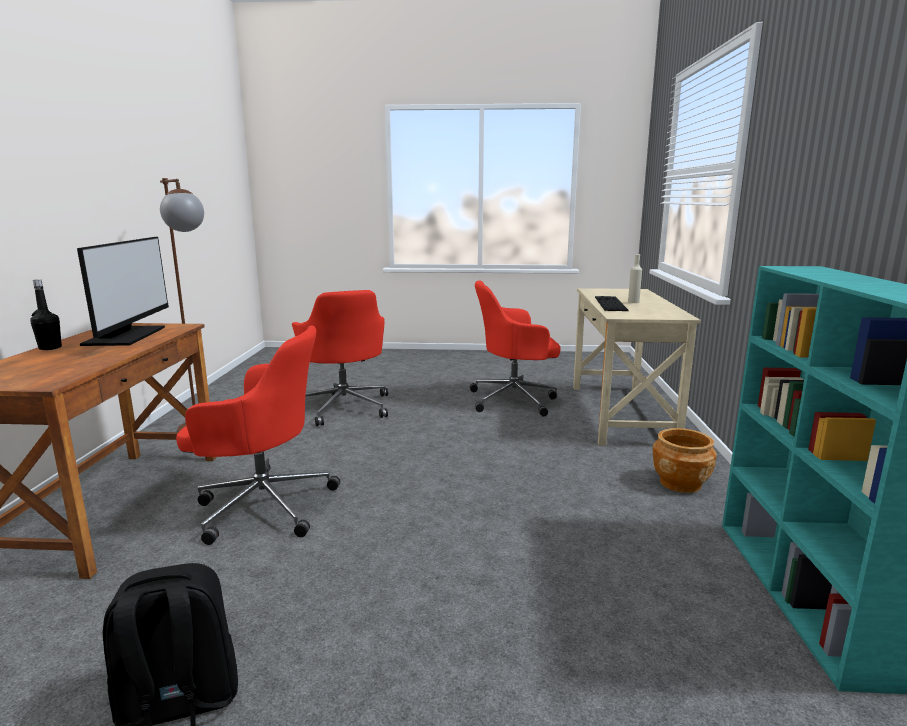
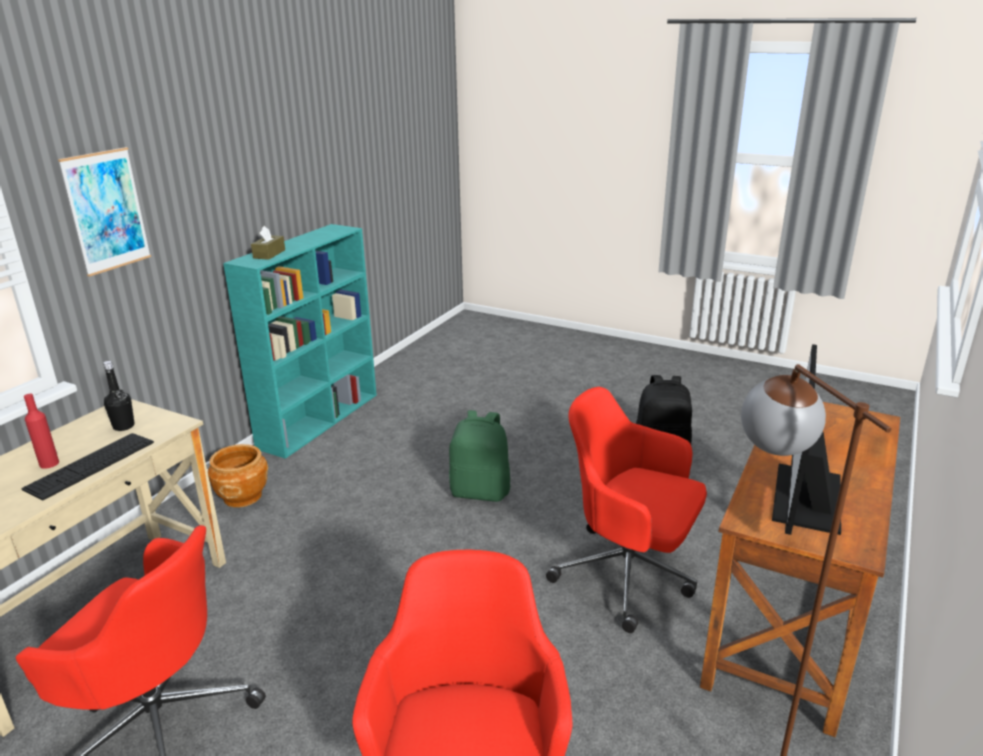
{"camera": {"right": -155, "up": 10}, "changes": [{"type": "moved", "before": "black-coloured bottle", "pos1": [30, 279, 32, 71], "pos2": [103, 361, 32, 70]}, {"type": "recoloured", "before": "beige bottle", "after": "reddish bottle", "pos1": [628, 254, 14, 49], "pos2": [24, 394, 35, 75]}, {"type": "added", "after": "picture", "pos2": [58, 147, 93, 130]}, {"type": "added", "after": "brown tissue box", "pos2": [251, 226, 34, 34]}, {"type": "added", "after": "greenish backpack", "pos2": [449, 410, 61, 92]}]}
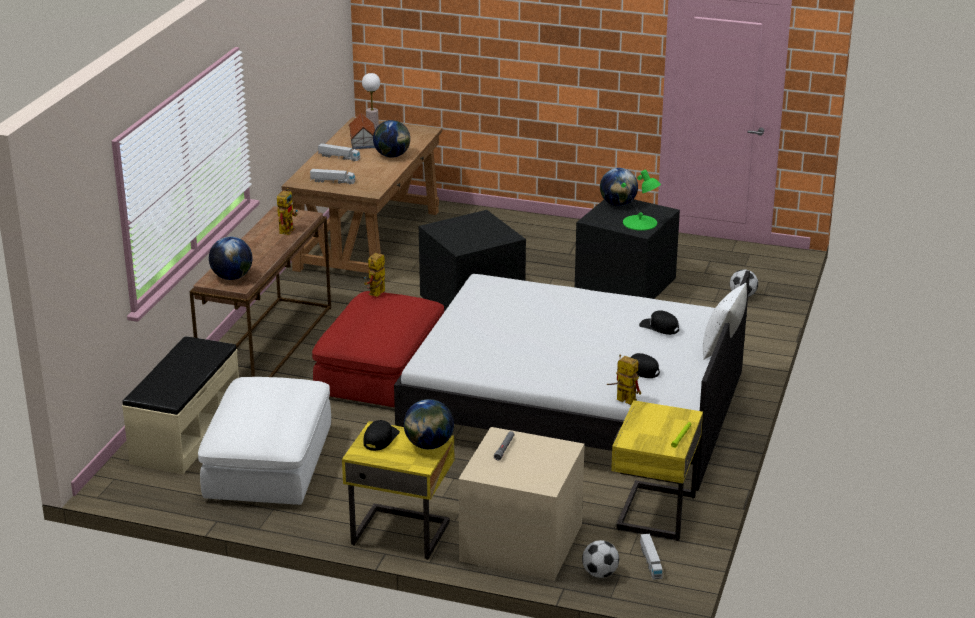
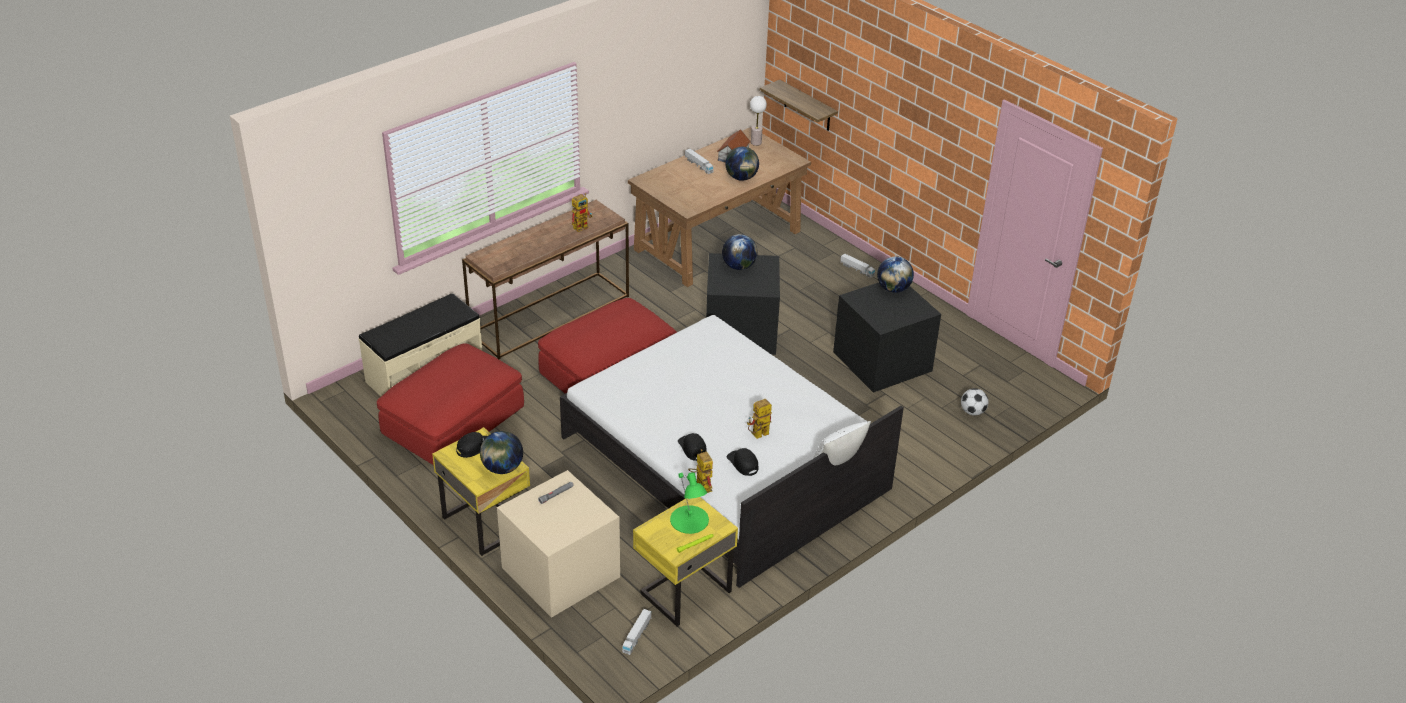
{"camera": {"right": 30, "up": 10}, "changes": [{"type": "recoloured", "before": "white ottoman", "after": "reddish ottoman", "pos1": [198, 377, 133, 128], "pos2": [377, 343, 147, 122]}, {"type": "moved", "before": "world globe", "pos1": [209, 237, 44, 43], "pos2": [722, 234, 36, 36]}, {"type": "moved", "before": "model truck", "pos1": [310, 169, 45, 15], "pos2": [840, 253, 35, 25]}, {"type": "moved", "before": "toy robot", "pos1": [364, 253, 21, 44], "pos2": [747, 399, 25, 40]}, {"type": "removed", "before": "ball for football", "pos1": [582, 540, 37, 38]}, {"type": "moved", "before": "greenish table lamp", "pos1": [621, 170, 40, 61], "pos2": [670, 472, 39, 62]}, {"type": "moved", "before": "black-coloured cap", "pos1": [639, 310, 40, 25], "pos2": [678, 433, 29, 28]}, {"type": "added", "after": "wall shelf", "pos2": [760, 80, 78, 51]}]}
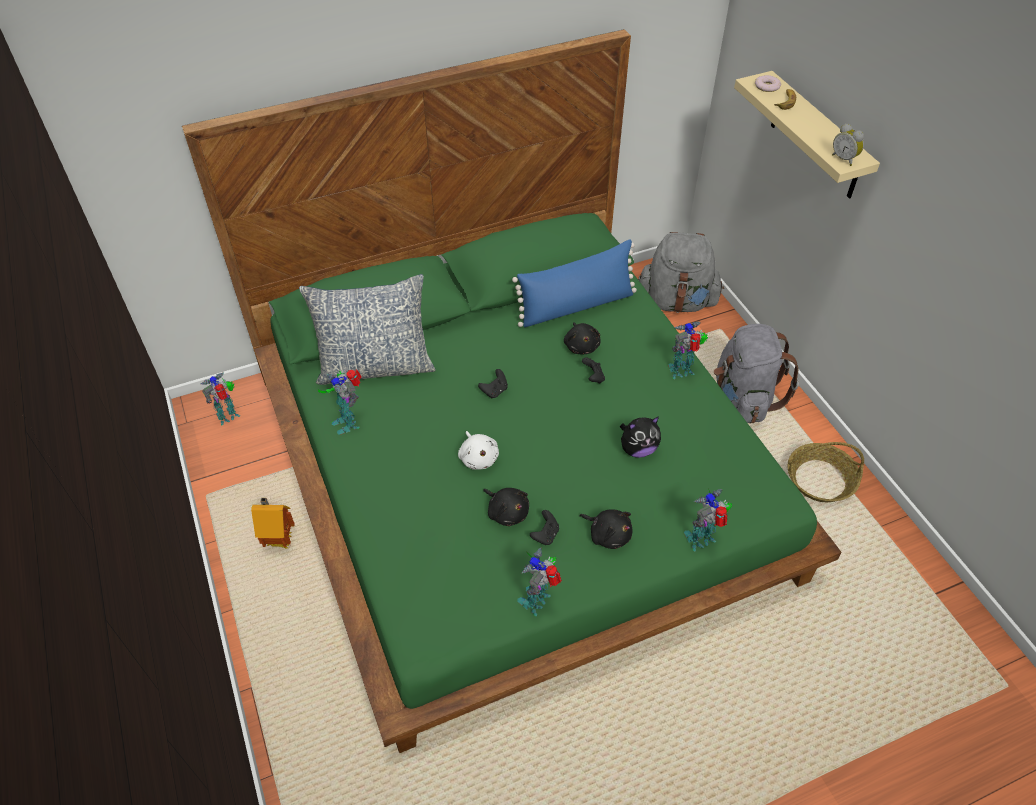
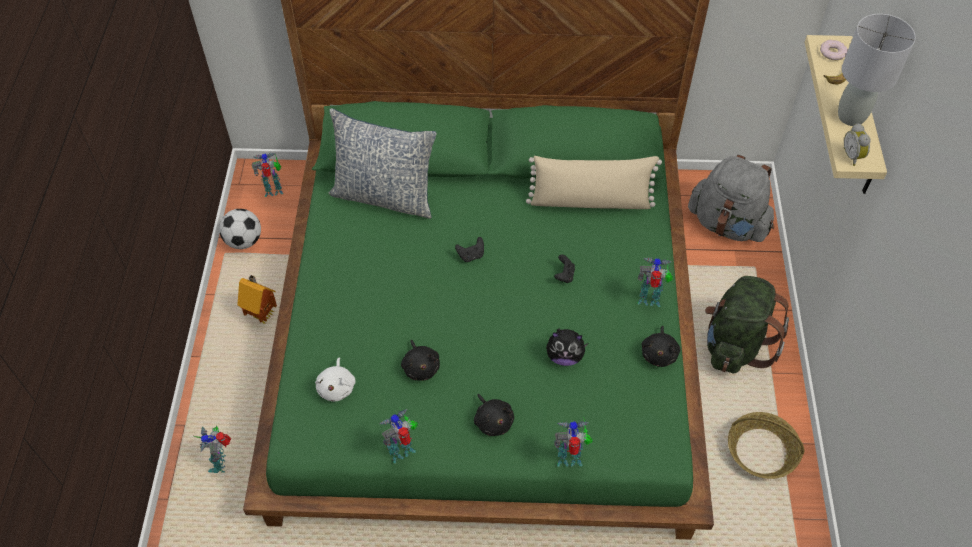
{"camera": {"right": 25, "up": 5}, "changes": [{"type": "moved", "before": "toy robot", "pos1": [318, 370, 44, 65], "pos2": [194, 426, 37, 47]}, {"type": "moved", "before": "white soft toy", "pos1": [458, 431, 41, 39], "pos2": [315, 358, 41, 44]}, {"type": "recoloured", "before": "bluish pillow", "after": "beige pillow", "pos1": [512, 240, 125, 87], "pos2": [526, 156, 136, 53]}, {"type": "removed", "before": "black-coloured gamepad", "pos1": [530, 510, 29, 35]}, {"type": "moved", "before": "black-coloured soft toy", "pos1": [564, 322, 36, 32], "pos2": [642, 326, 38, 41]}, {"type": "recoloured", "before": "gray backpack", "after": "greenish backpack", "pos1": [714, 324, 85, 100], "pos2": [705, 276, 84, 97]}, {"type": "added", "after": "ball for football", "pos2": [219, 209, 42, 40]}, {"type": "added", "after": "gray table lamp", "pos2": [838, 14, 78, 112]}]}
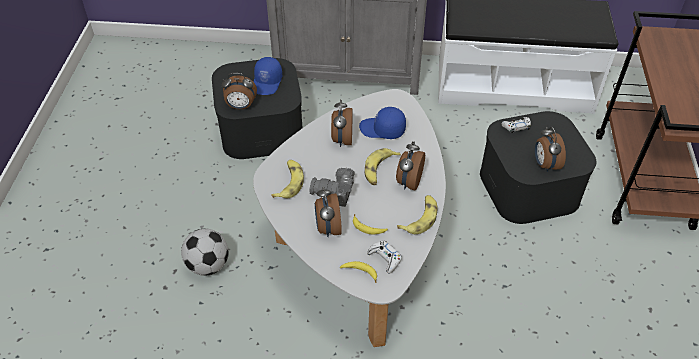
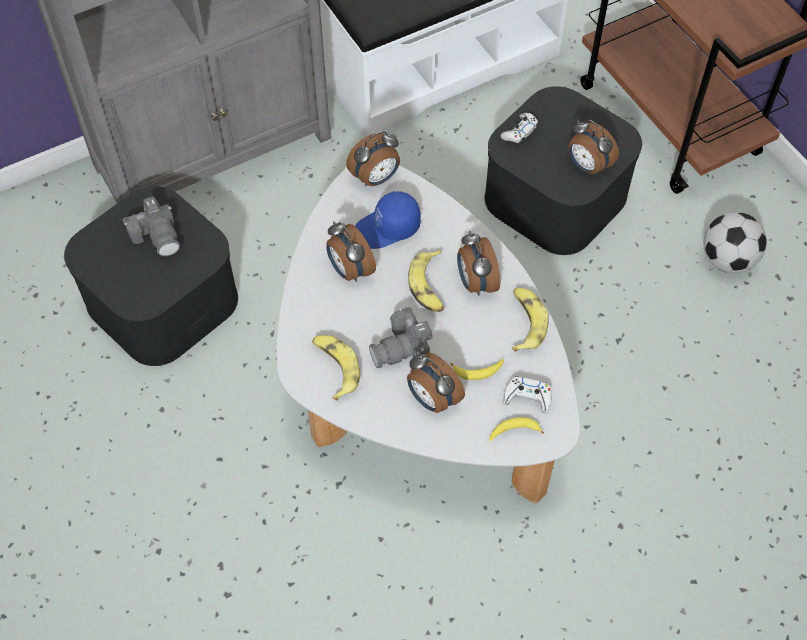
{"camera": {"right": -35, "up": 10}, "changes": [{"type": "moved", "before": "ball for football", "pos1": [181, 228, 48, 48], "pos2": [703, 212, 64, 61]}, {"type": "moved", "before": "table clock", "pos1": [222, 73, 35, 36], "pos2": [346, 131, 54, 55]}, {"type": "replaced", "before": "bluish cap", "after": "photo camera", "pos1": [254, 57, 28, 38], "pos2": [123, 196, 57, 60]}]}
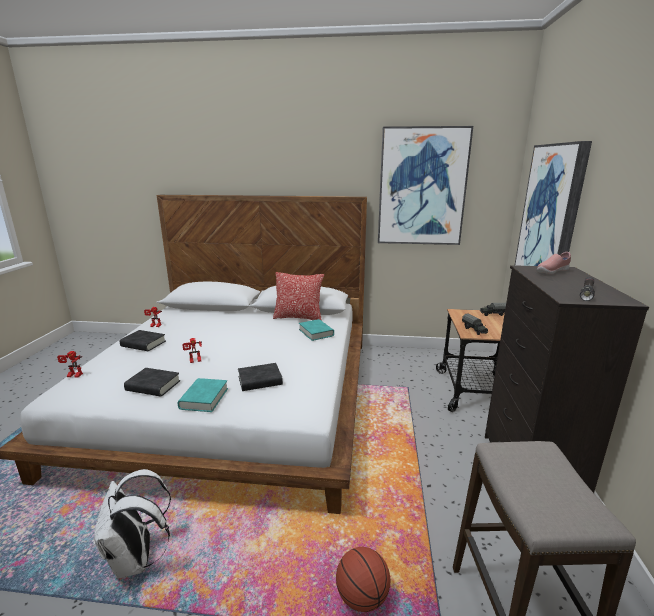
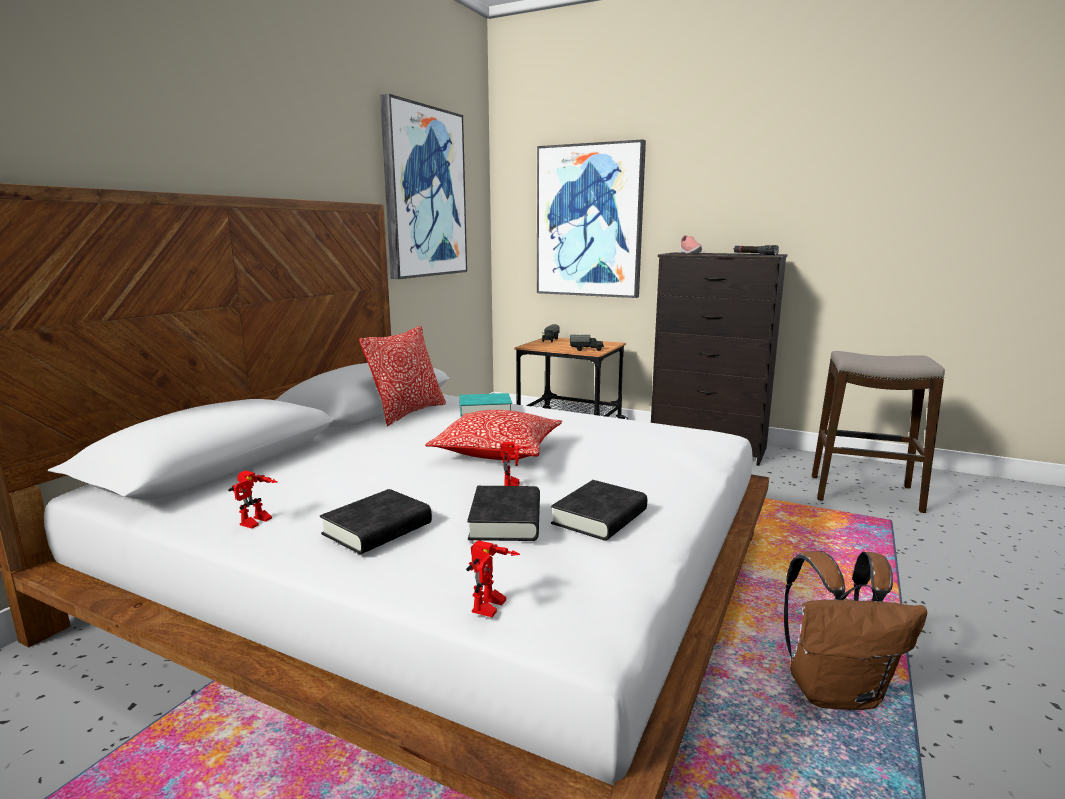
{"camera": {"right": -70, "up": -5}, "changes": [{"type": "recoloured", "before": "white backpack", "after": "brown backpack", "pos1": [94, 469, 77, 110], "pos2": [784, 551, 143, 159]}, {"type": "removed", "before": "blue-green volume", "pos1": [178, 378, 50, 34]}, {"type": "moved", "before": "black-coloured volume", "pos1": [238, 363, 45, 28], "pos2": [467, 486, 73, 55]}, {"type": "removed", "before": "basketball ball", "pos1": [336, 547, 54, 65]}, {"type": "added", "after": "pillow", "pos2": [425, 410, 137, 50]}]}
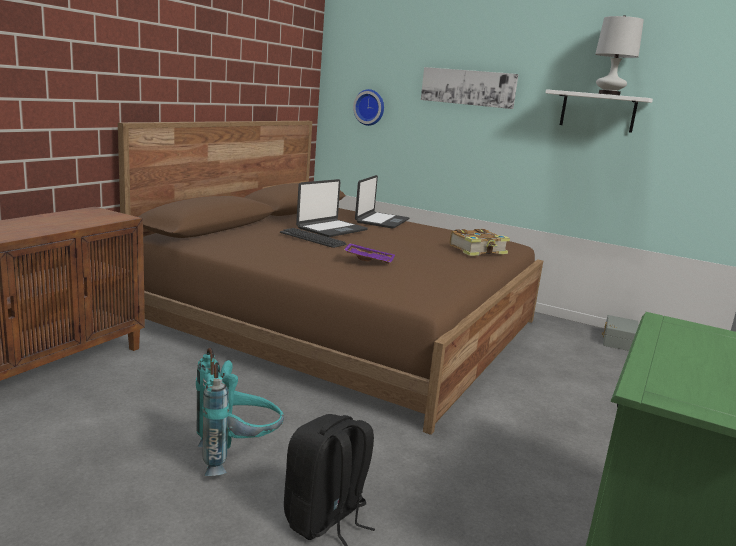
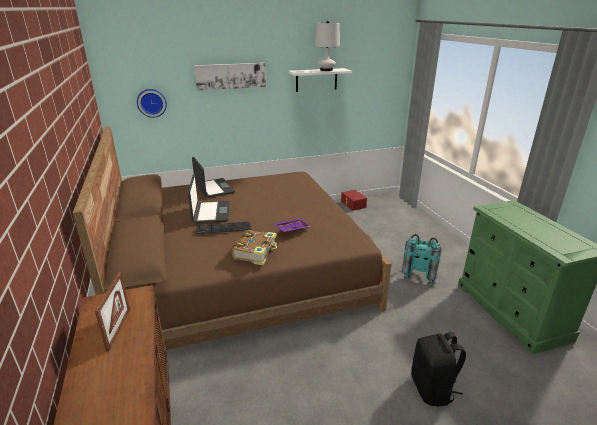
{"camera": {"right": -45, "up": 10}, "changes": [{"type": "moved", "before": "blue-green backpack", "pos1": [196, 348, 88, 128], "pos2": [402, 234, 39, 51]}, {"type": "moved", "before": "volume", "pos1": [450, 229, 60, 27], "pos2": [232, 230, 45, 35]}, {"type": "recoloured", "before": "gray storage bin", "after": "reddish storage bin", "pos1": [602, 315, 37, 36], "pos2": [341, 190, 26, 21]}, {"type": "added", "after": "picture frame", "pos2": [95, 272, 35, 79]}]}
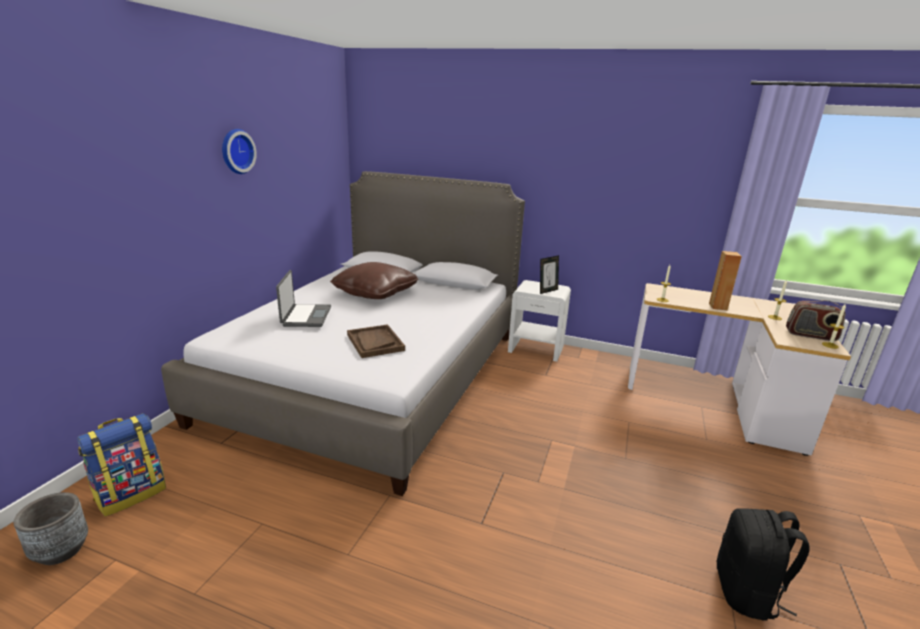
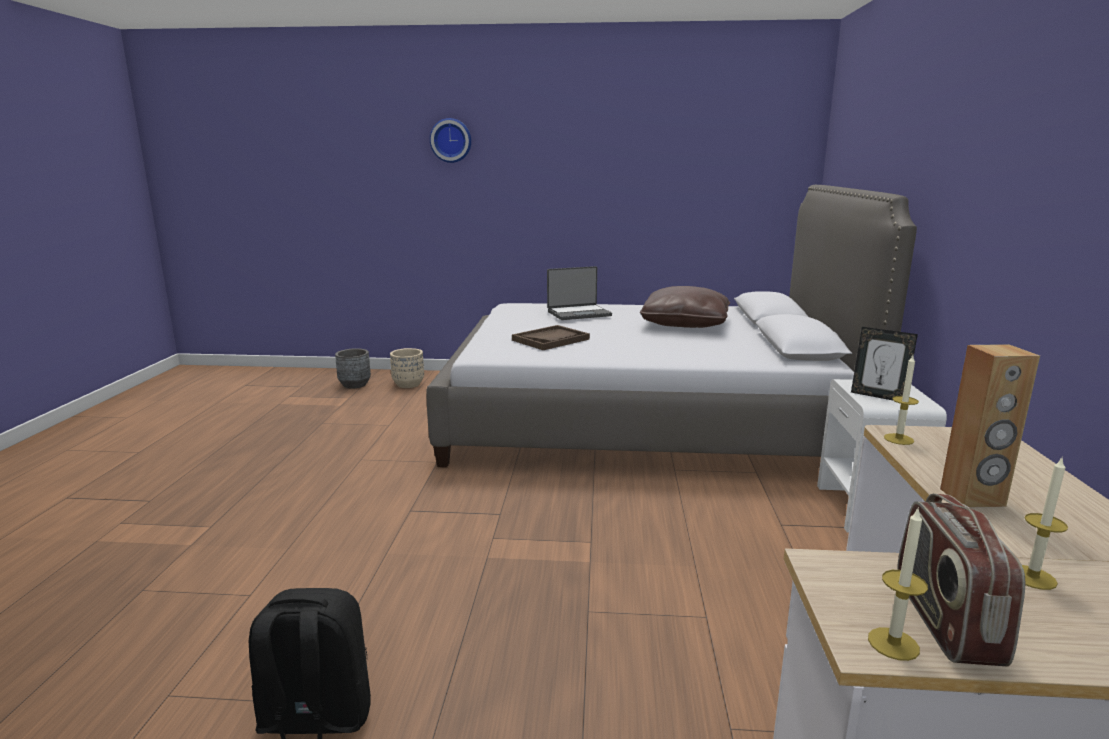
{"camera": {"right": 75, "up": -5}, "changes": [{"type": "replaced", "before": "backpack", "after": "beige plant pot", "pos1": [77, 413, 89, 104], "pos2": [390, 348, 34, 40]}, {"type": "moved", "before": "wall clock", "pos1": [222, 129, 35, 45], "pos2": [430, 118, 41, 45]}]}
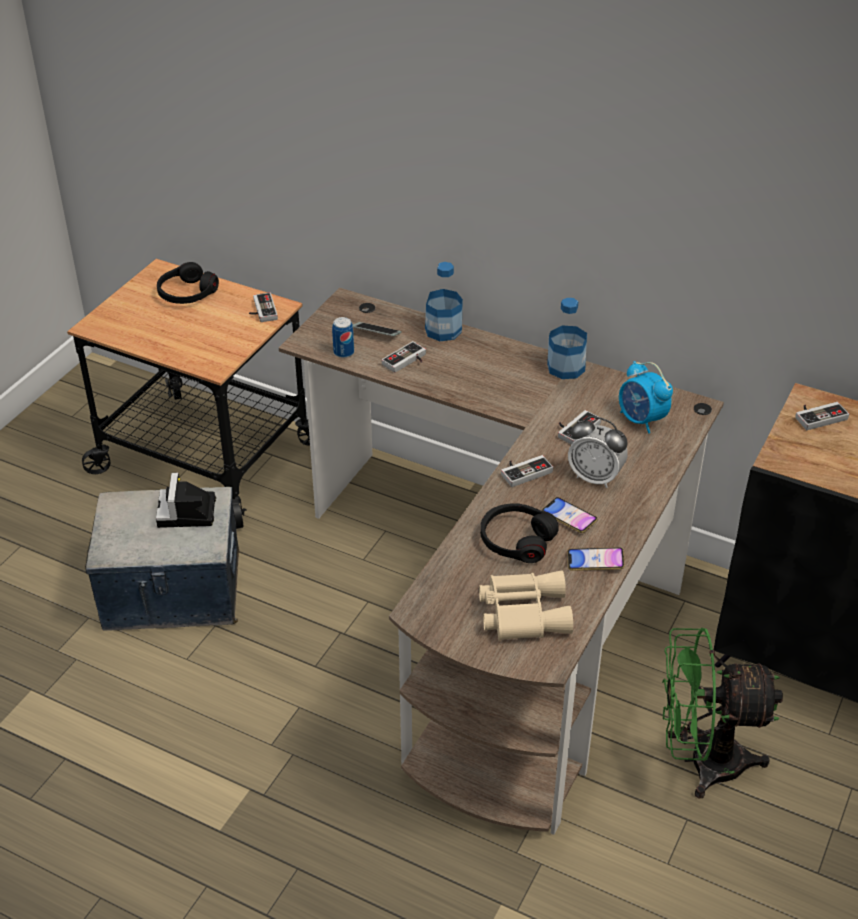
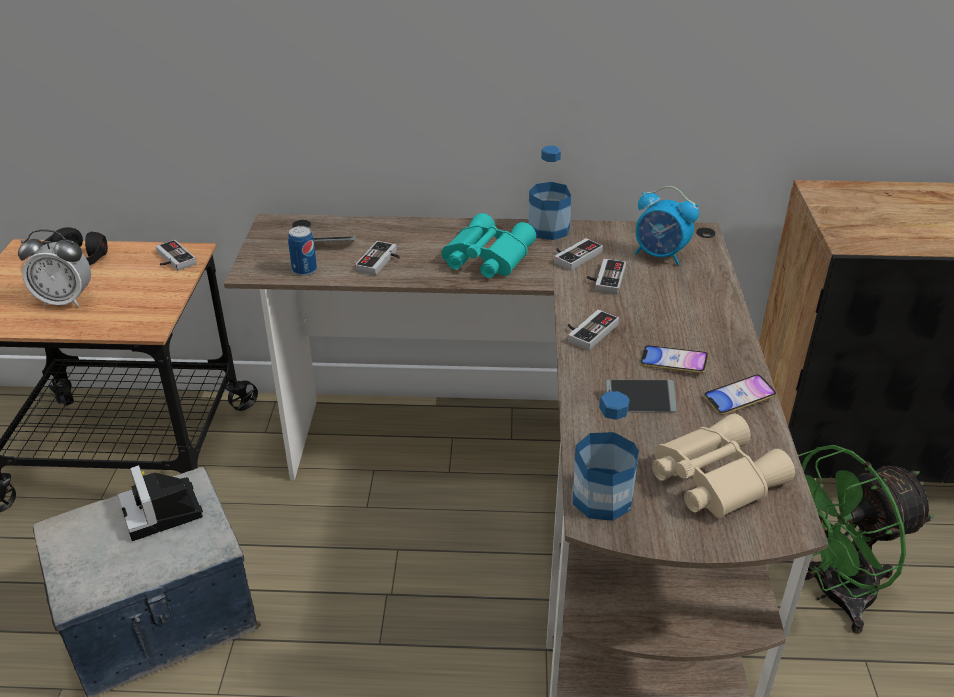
{"camera": {"right": -25, "up": -5}, "changes": [{"type": "moved", "before": "bottle", "pos1": [425, 262, 38, 79], "pos2": [573, 391, 66, 130]}, {"type": "replaced", "before": "black-coloured headphones", "after": "handset", "pos1": [480, 503, 79, 60], "pos2": [606, 380, 71, 33]}, {"type": "moved", "before": "table clock", "pos1": [568, 416, 60, 72], "pos2": [18, 229, 73, 78]}, {"type": "moved", "before": "gamepad", "pos1": [795, 402, 54, 28], "pos2": [554, 238, 49, 32]}, {"type": "added", "after": "blue-green binoculars", "pos2": [442, 213, 94, 65]}]}
